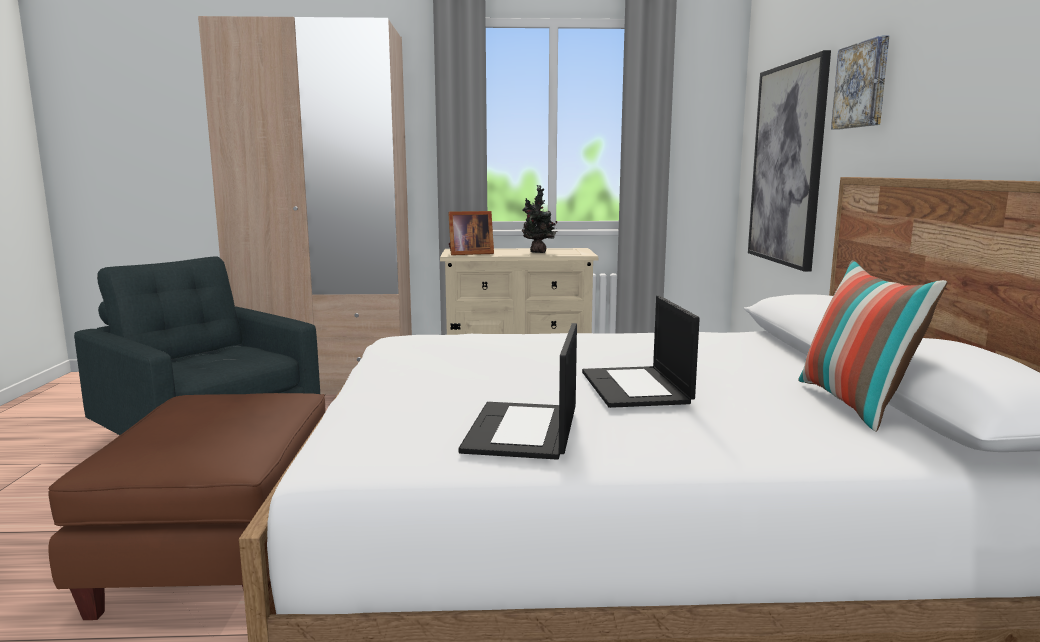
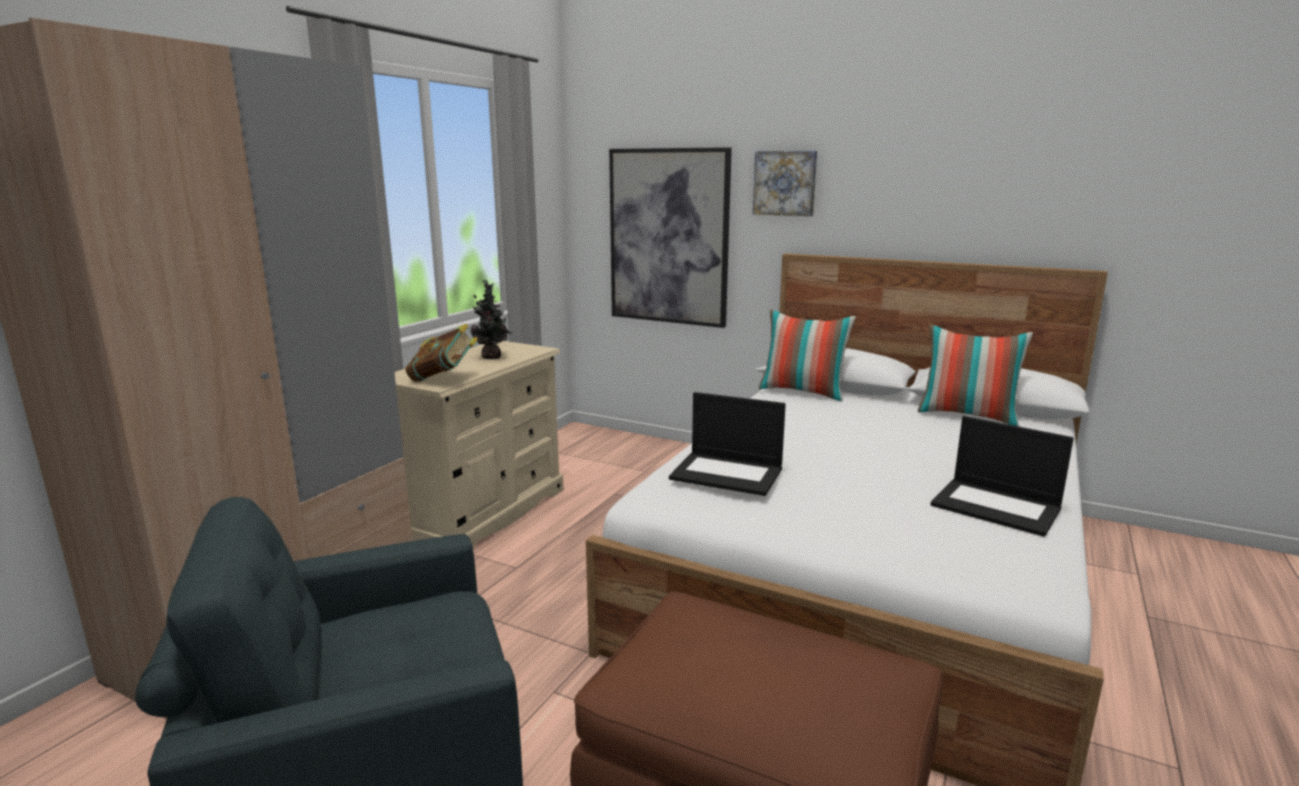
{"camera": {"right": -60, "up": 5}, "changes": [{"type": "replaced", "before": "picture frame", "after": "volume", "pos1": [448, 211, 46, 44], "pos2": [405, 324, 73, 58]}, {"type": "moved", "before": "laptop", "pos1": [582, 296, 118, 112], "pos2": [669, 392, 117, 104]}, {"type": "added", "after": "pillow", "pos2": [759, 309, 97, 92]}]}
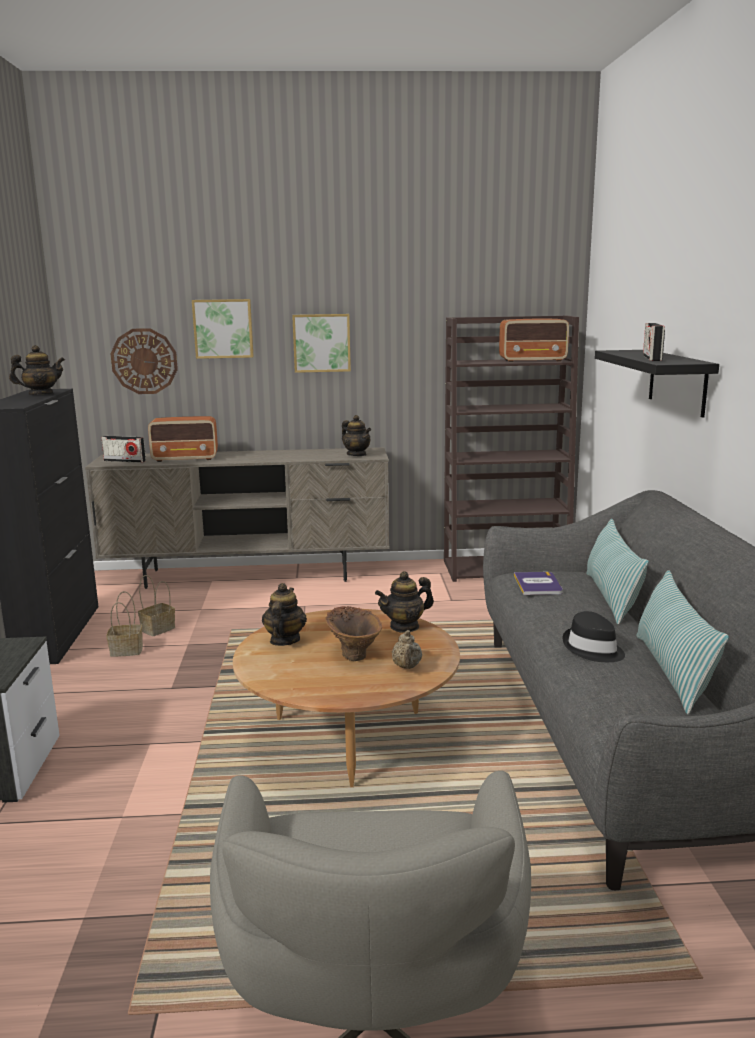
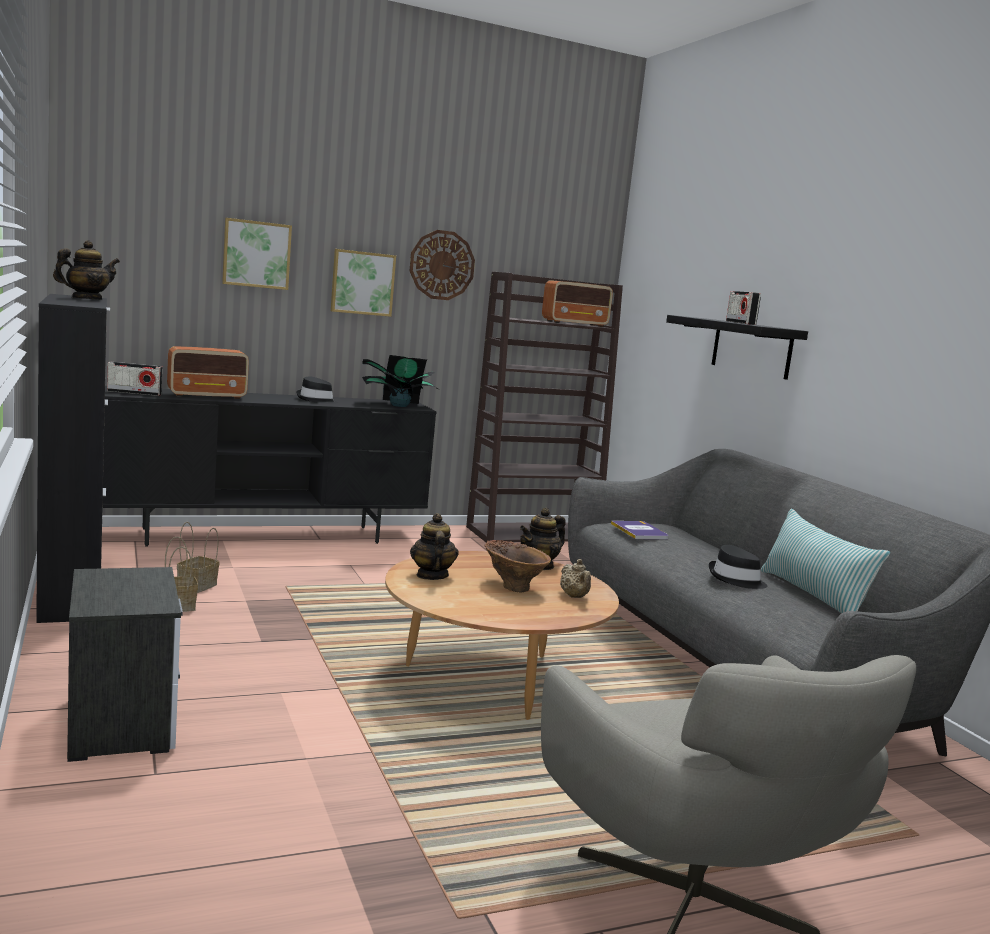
{"camera": {"right": -20, "up": -5}, "changes": [{"type": "recoloured", "before": "beige media console", "after": "black-coloured media console", "pos1": [85, 447, 305, 142], "pos2": [102, 386, 335, 161]}, {"type": "moved", "before": "wall clock", "pos1": [110, 328, 68, 66], "pos2": [410, 230, 65, 70]}, {"type": "replaced", "before": "teapot", "after": "potted plant", "pos1": [342, 415, 29, 41], "pos2": [362, 355, 76, 52]}, {"type": "removed", "before": "pillow", "pos1": [587, 519, 62, 106]}, {"type": "added", "after": "black-coloured wearable hat", "pos2": [296, 377, 42, 27]}]}
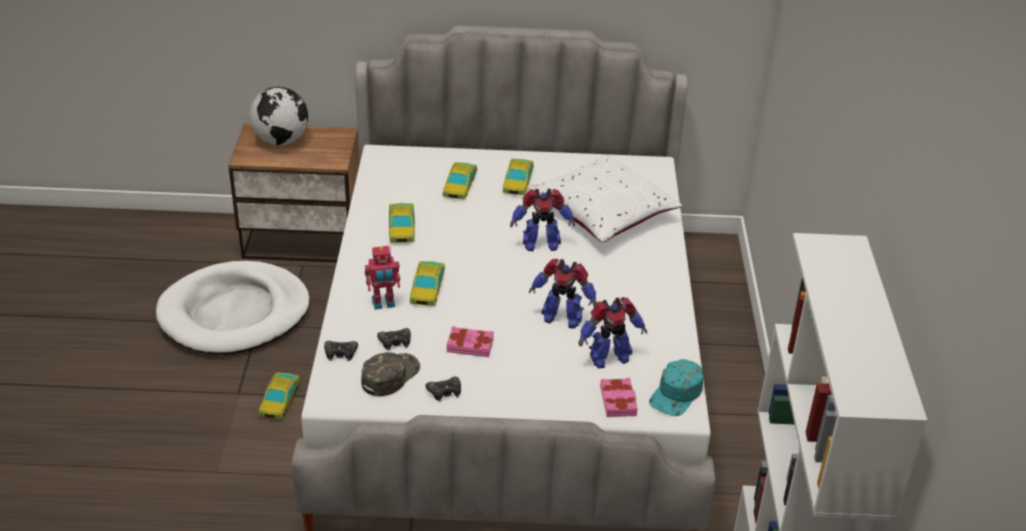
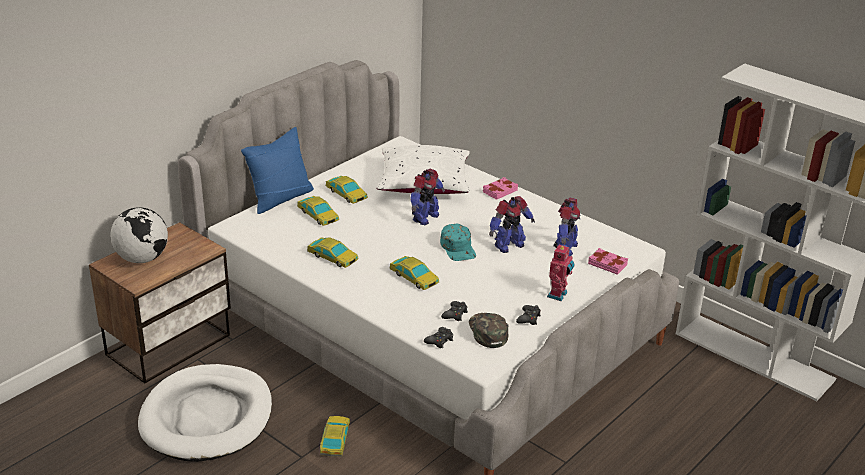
{"camera": {"right": -50, "up": -5}, "changes": [{"type": "turned", "before": "toy car", "pos1": [259, 372, 41, 47], "pos2": [320, 416, 30, 41], "turn": -135}, {"type": "moved", "before": "toy robot", "pos1": [365, 246, 35, 64], "pos2": [547, 244, 27, 57]}, {"type": "moved", "before": "pinkish volume", "pos1": [446, 326, 48, 31], "pos2": [483, 177, 35, 23]}, {"type": "moved", "before": "blue-green cap", "pos1": [649, 359, 54, 57], "pos2": [440, 224, 36, 37]}, {"type": "added", "after": "bluish pillow", "pos2": [241, 127, 73, 87]}]}
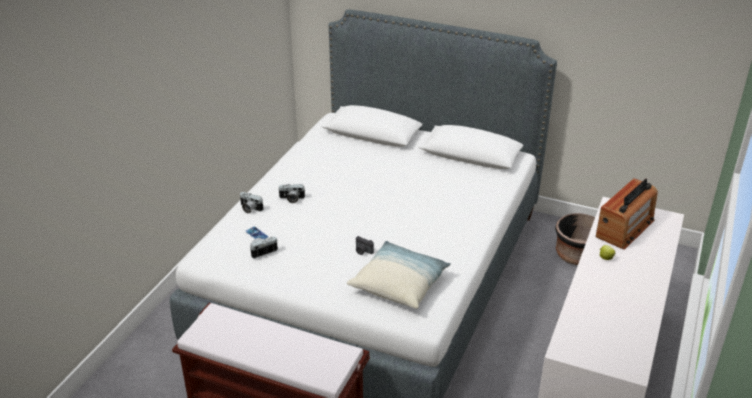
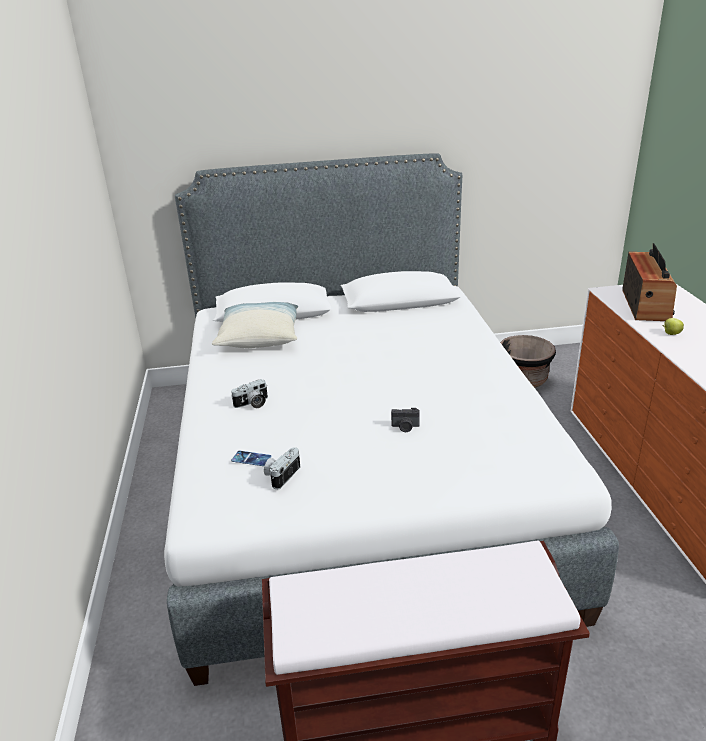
{"camera": {"right": -30, "up": -5}, "changes": [{"type": "removed", "before": "photo camera", "pos1": [240, 192, 23, 22]}, {"type": "moved", "before": "pillow", "pos1": [347, 241, 104, 68], "pos2": [212, 302, 86, 46]}]}
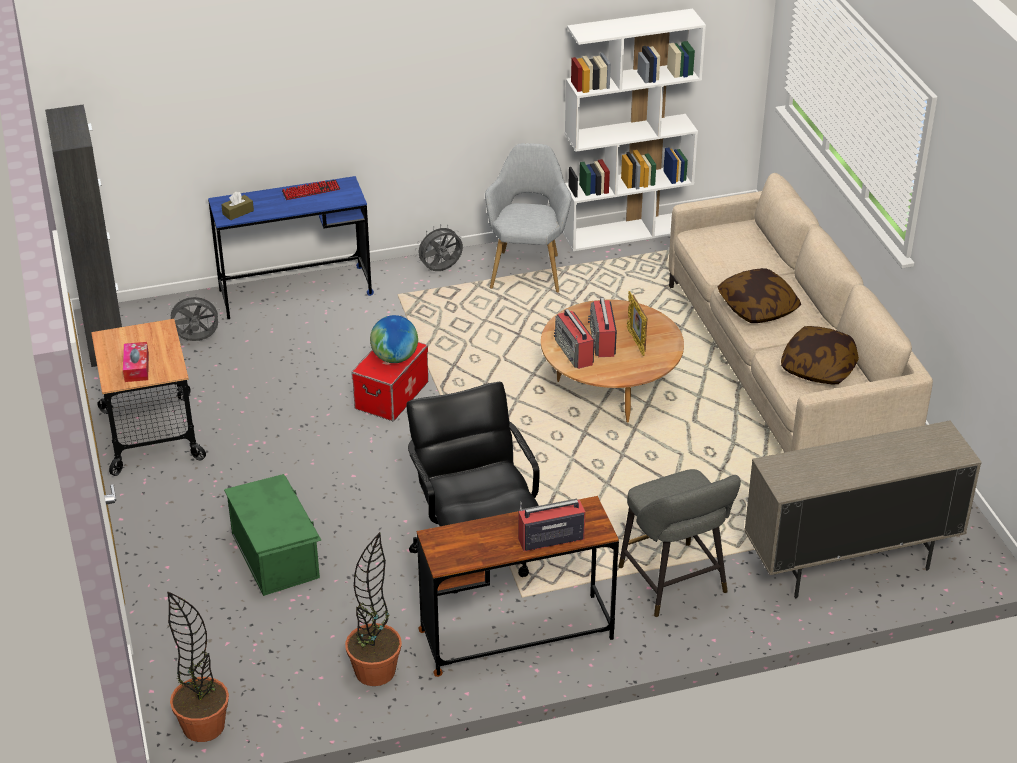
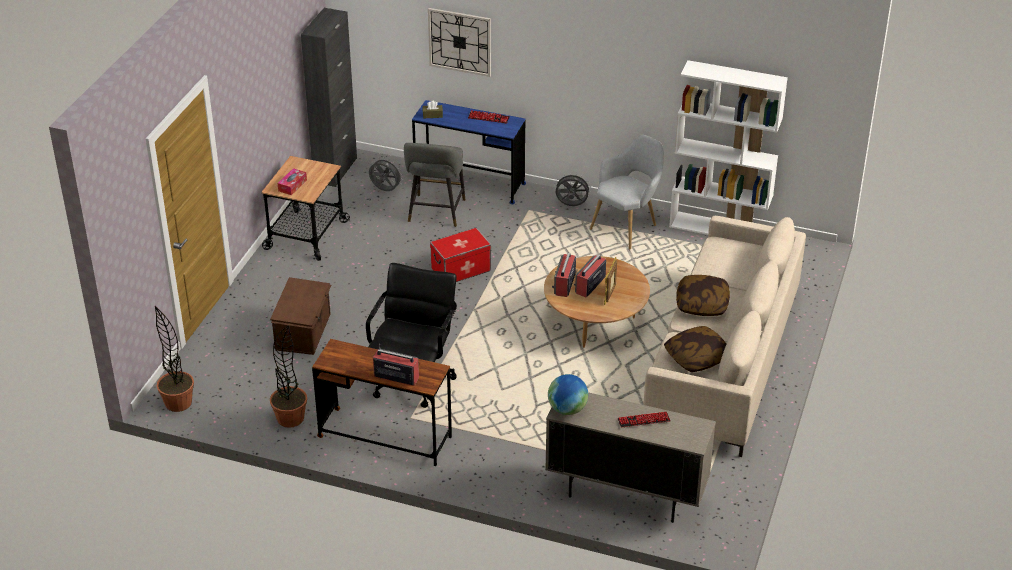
{"camera": {"right": 35, "up": 0}, "changes": [{"type": "recoloured", "before": "greenish storage bin", "after": "brown storage bin", "pos1": [224, 474, 97, 122], "pos2": [270, 277, 61, 78]}, {"type": "moved", "before": "world globe", "pos1": [370, 315, 48, 48], "pos2": [548, 374, 40, 41]}, {"type": "moved", "before": "gray stool seat", "pos1": [618, 469, 123, 148], "pos2": [404, 143, 61, 84]}, {"type": "added", "after": "wall clock", "pos2": [428, 8, 63, 69]}, {"type": "added", "after": "keyboard", "pos2": [618, 412, 53, 16]}]}
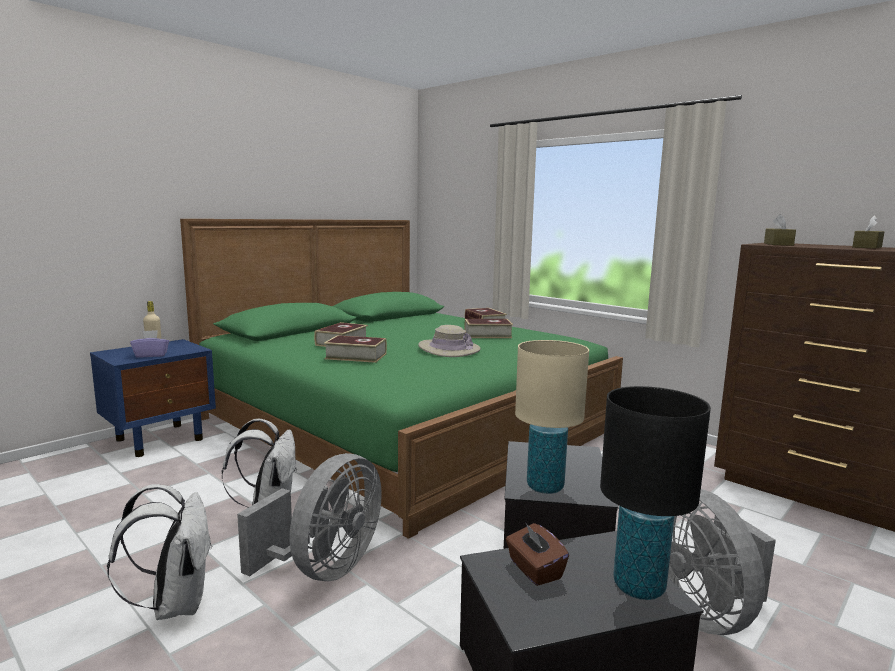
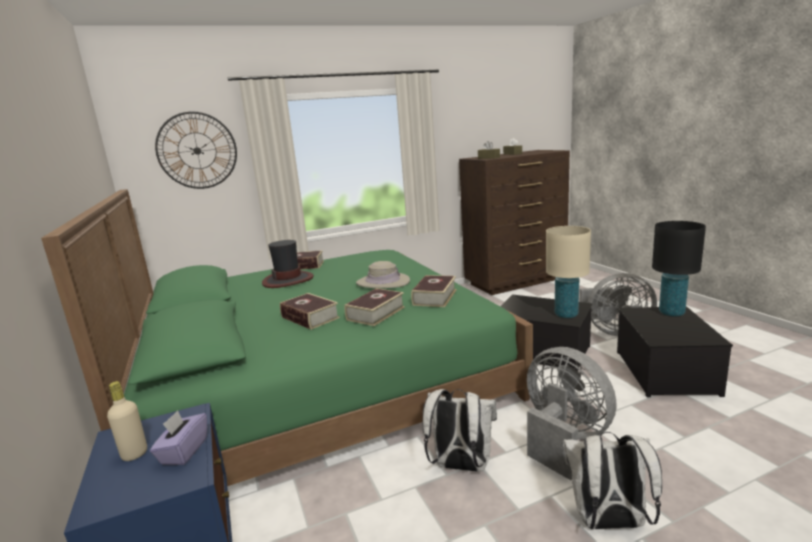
{"camera": {"right": -65, "up": 5}, "changes": [{"type": "moved", "before": "volume", "pos1": [465, 319, 48, 19], "pos2": [411, 275, 46, 32]}, {"type": "removed", "before": "brown tissue box", "pos1": [506, 522, 63, 64]}, {"type": "added", "after": "wall clock", "pos2": [155, 112, 82, 77]}, {"type": "added", "after": "wearable hat", "pos2": [262, 240, 52, 48]}]}
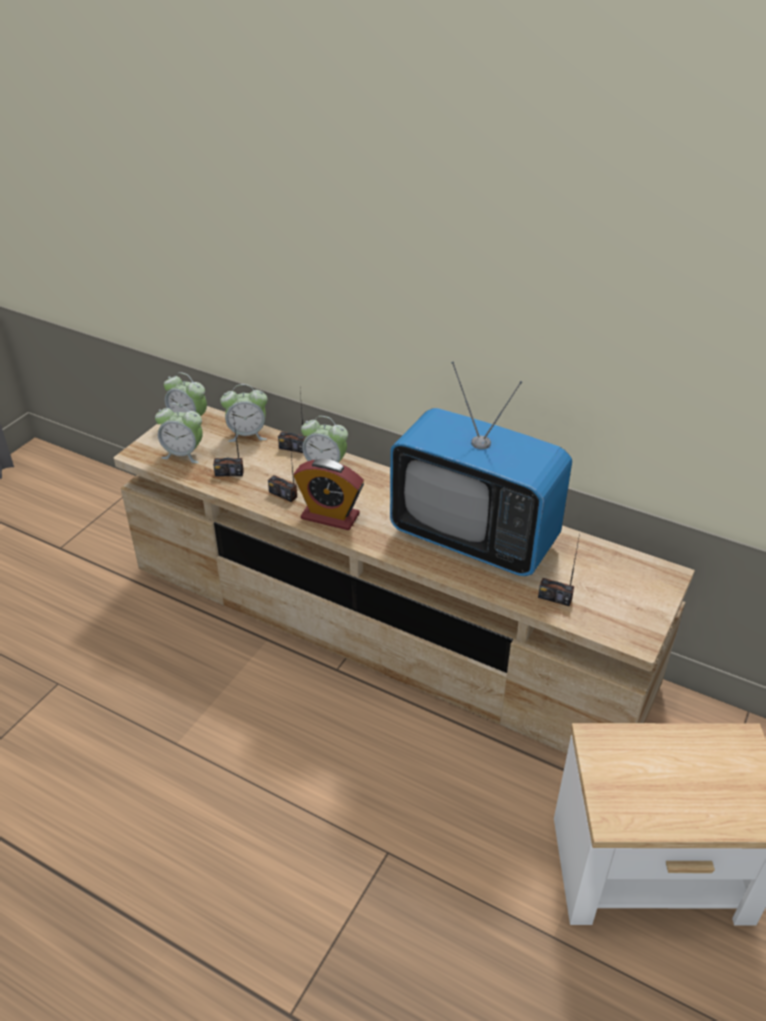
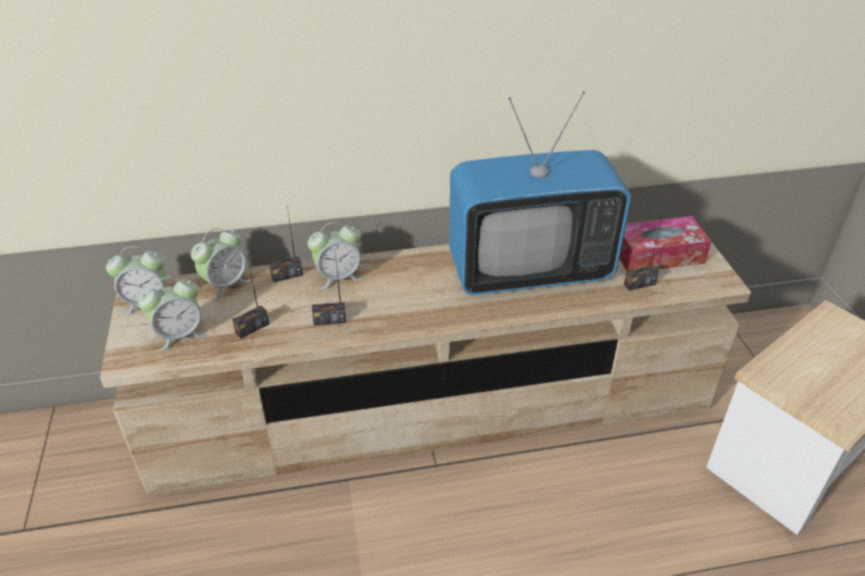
{"camera": {"right": -40, "up": 0}, "changes": [{"type": "removed", "before": "table clock", "pos1": [293, 459, 71, 71]}, {"type": "added", "after": "tissue box", "pos2": [619, 216, 93, 55]}]}
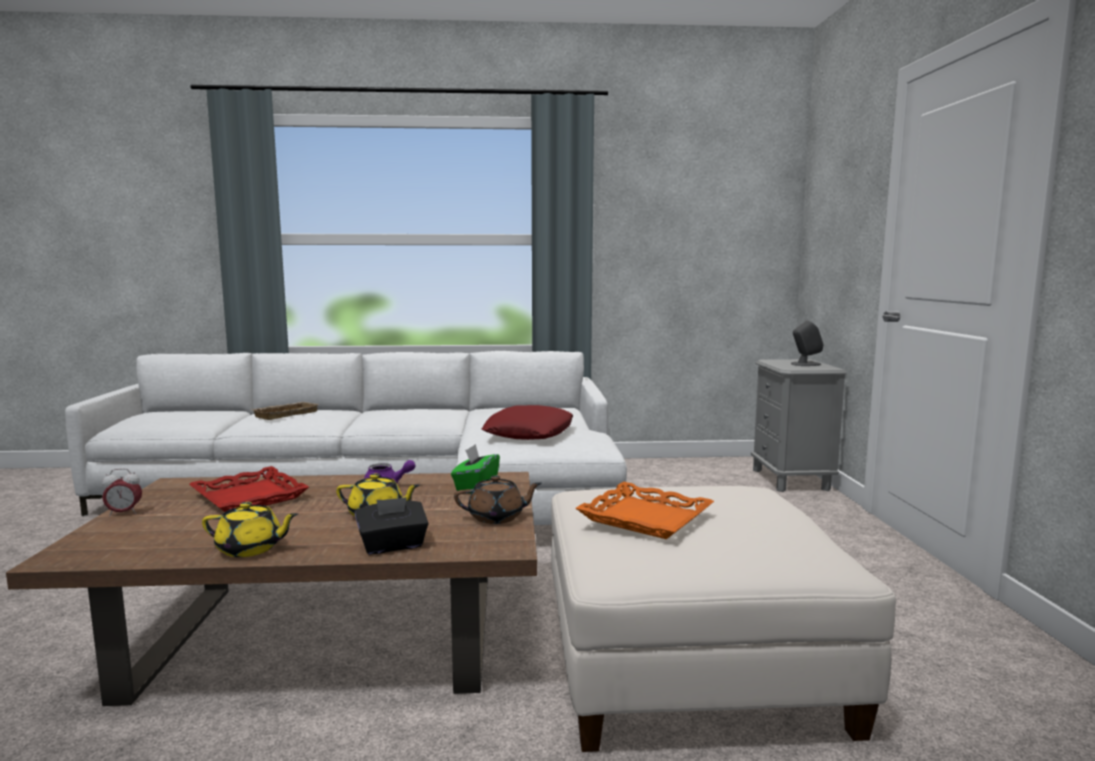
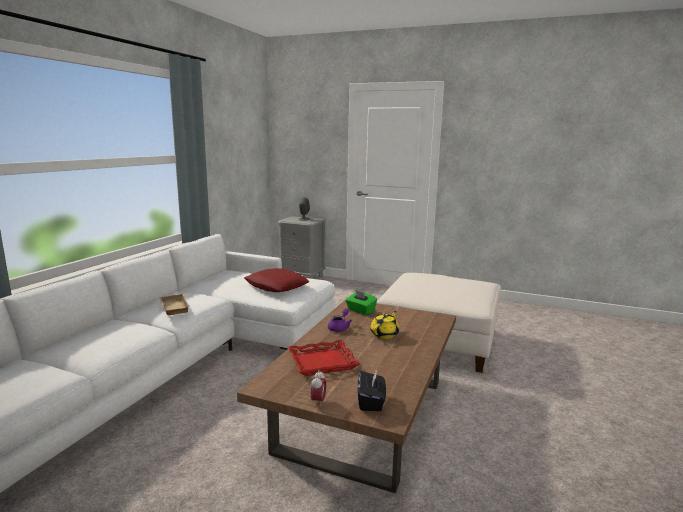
{"camera": {"right": -65, "up": 5}, "changes": [{"type": "removed", "before": "yellow-coloured teapot", "pos1": [202, 502, 96, 55]}, {"type": "moved", "before": "beige tray", "pos1": [251, 402, 68, 18], "pos2": [159, 294, 30, 21]}, {"type": "moved", "before": "black-coloured tissue box", "pos1": [355, 497, 74, 58], "pos2": [358, 370, 28, 41]}, {"type": "removed", "before": "brown teapot", "pos1": [454, 475, 88, 49]}, {"type": "removed", "before": "orangey tray", "pos1": [576, 482, 138, 57]}]}
